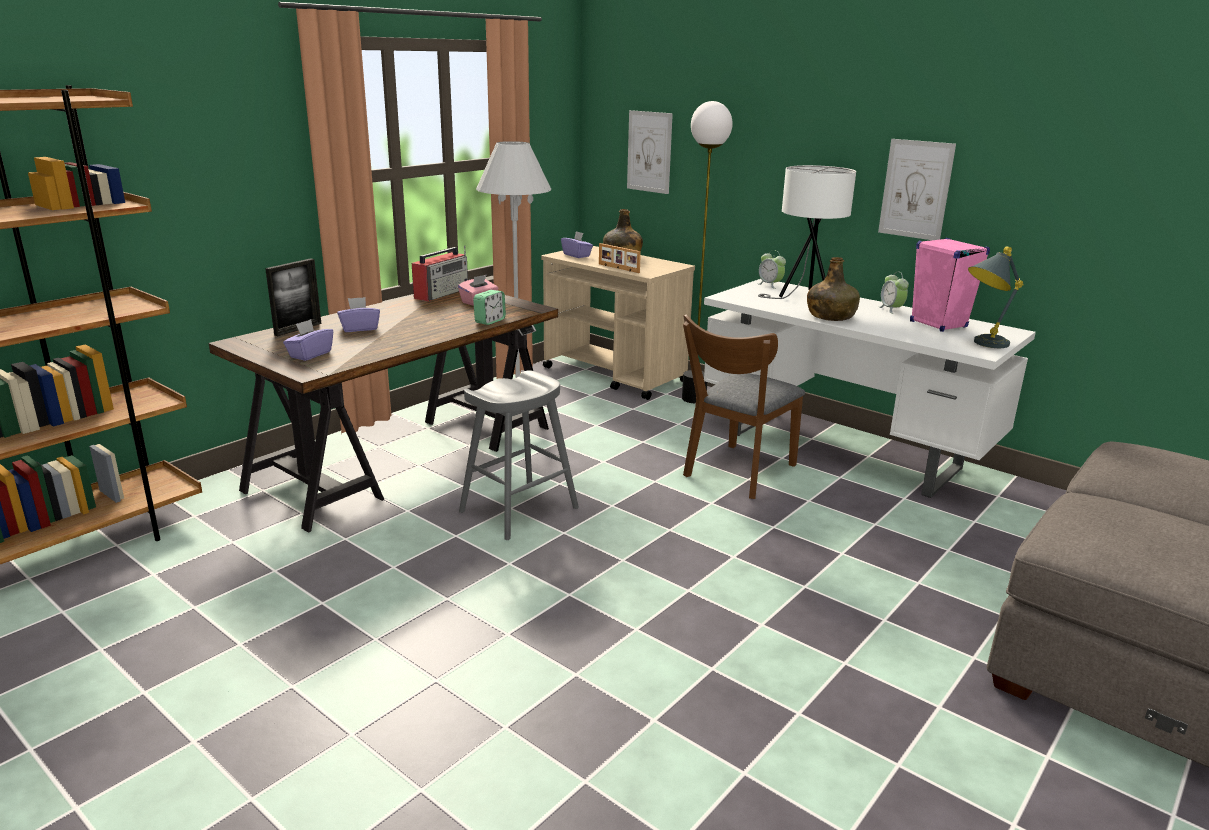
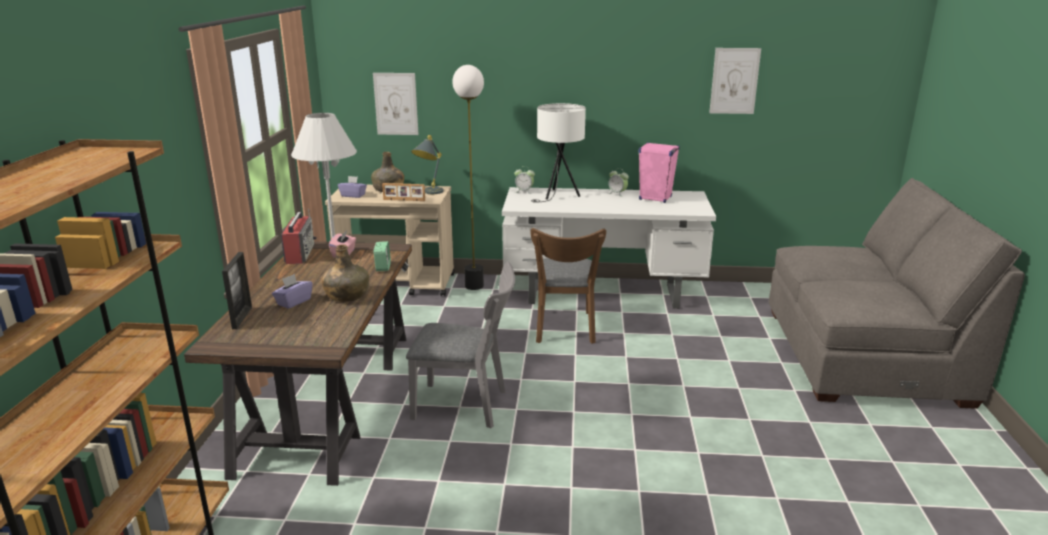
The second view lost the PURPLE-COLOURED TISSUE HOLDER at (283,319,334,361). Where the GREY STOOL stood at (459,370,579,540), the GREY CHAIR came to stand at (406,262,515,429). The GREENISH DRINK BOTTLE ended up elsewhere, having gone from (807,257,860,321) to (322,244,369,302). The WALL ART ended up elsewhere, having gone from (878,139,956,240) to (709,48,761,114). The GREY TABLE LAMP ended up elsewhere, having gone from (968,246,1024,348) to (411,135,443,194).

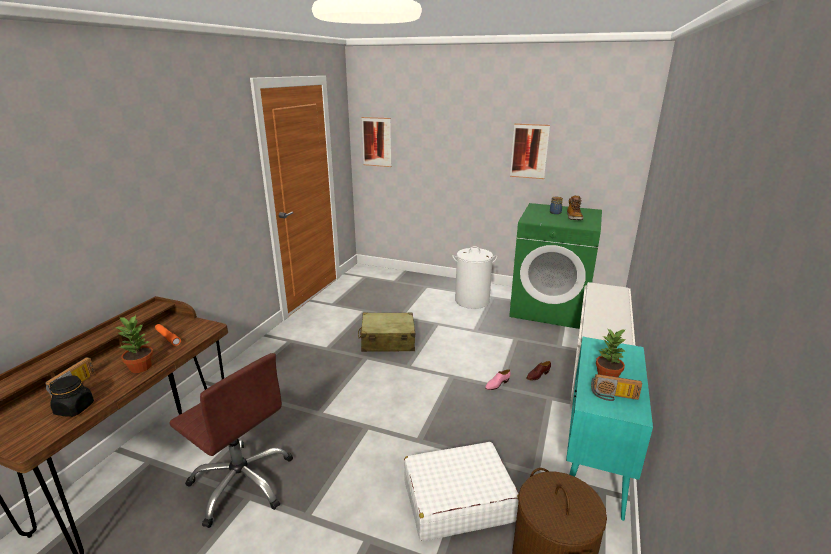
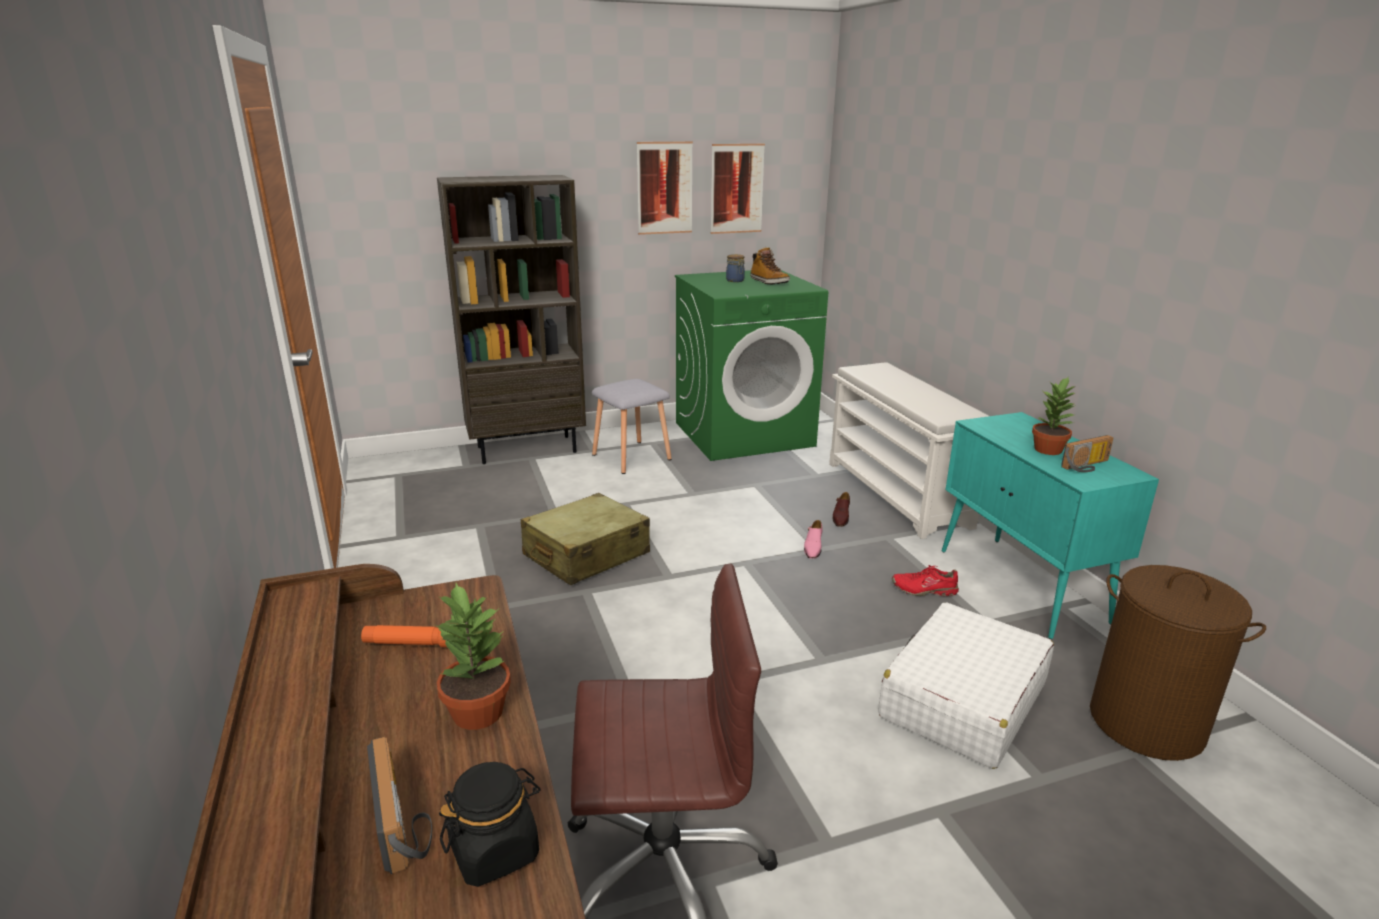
The WALL ART ended up elsewhere, having gone from (362,117,391,167) to (710,144,765,234). Where the WHITISH WASHING BASKET stood at (452,246,497,309), the GREY STOOL came to stand at (592,379,672,474). The second view gained the BROWN SHELVING UNIT at (437,175,586,464). The second view gained the REDDISH SHOE at (892,565,959,596).

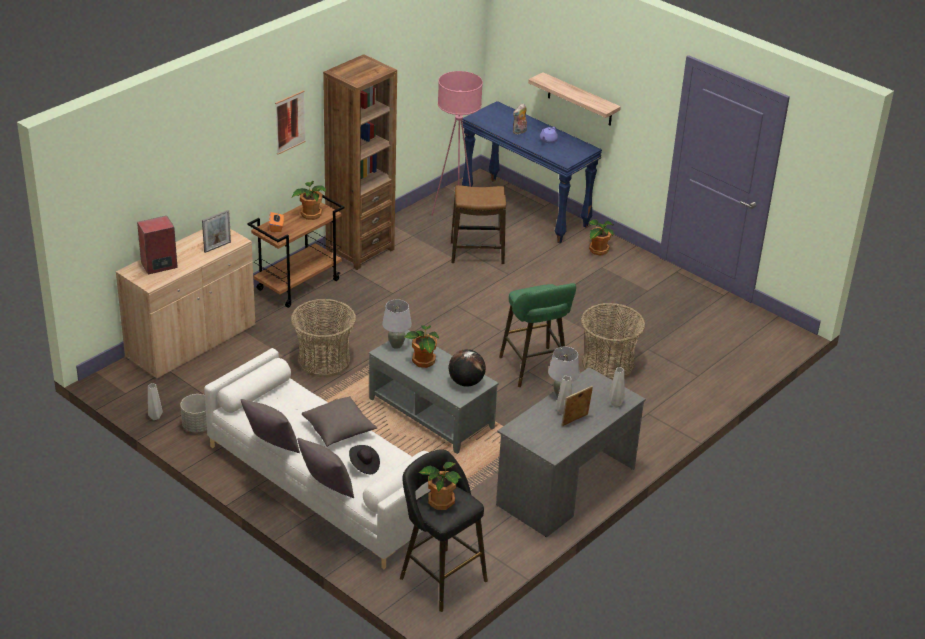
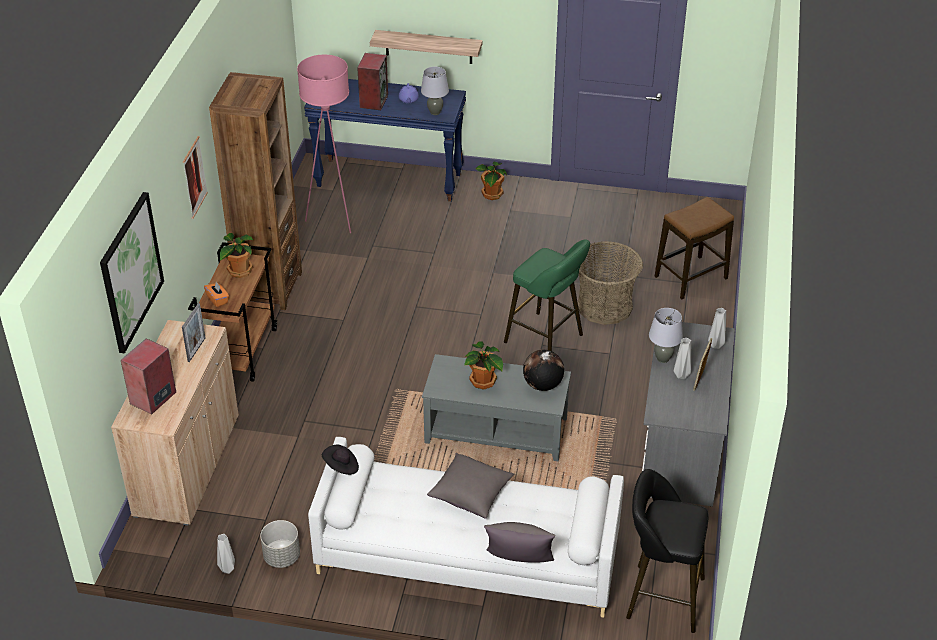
The second view lost the GREY PILLOW at (241,399,300,453). The second view lost the HOUSEHOLD BASKET at (291,299,356,377). The BLACK HAT ended up elsewhere, having gone from (349,445,380,474) to (322,445,359,475). The GREY TABLE LAMP ended up elsewhere, having gone from (382,299,412,349) to (421,67,449,115). The second view lost the POTTED PLANT at (419,462,461,510). The STOOL ended up elsewhere, having gone from (451,185,506,264) to (654,197,734,299). Where the CUDDLY TOY stood at (513,103,527,134), the LOUDSPEAKER came to stand at (357,53,388,110). The second view gained the WALL ART at (100,192,164,354).

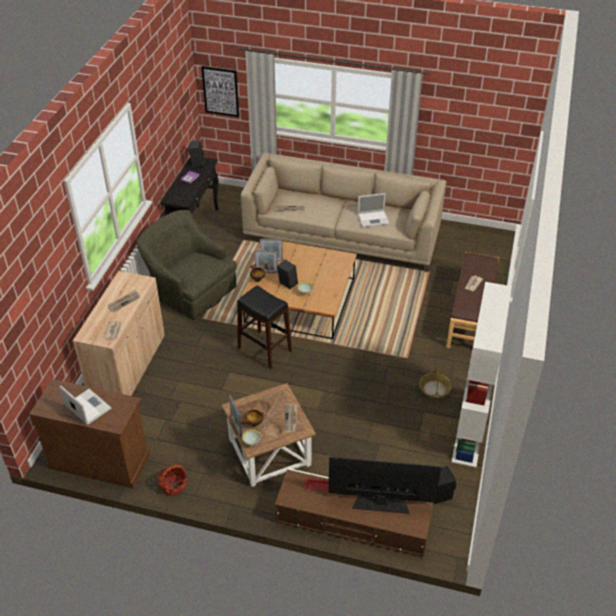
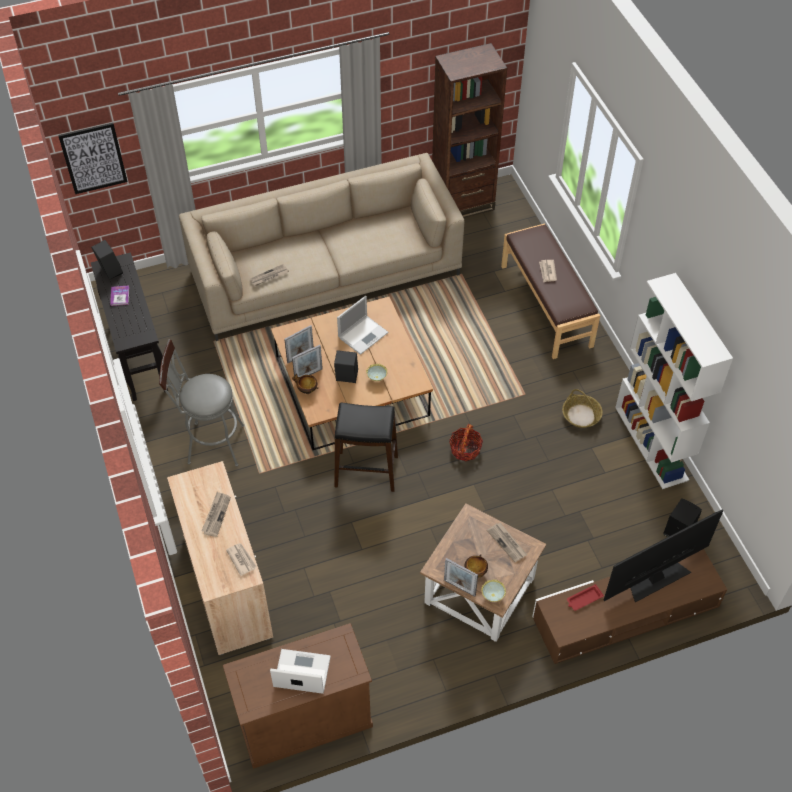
Where the GREENISH LOUNGE CHAIR stood at (137,210,237,320), the GREY STOOL came to stand at (159,339,244,466). The HOUSEHOLD BASKET ended up elsewhere, having gone from (157,464,187,496) to (449,424,483,461). The PORTABLE COMPUTER ended up elsewhere, having gone from (357,193,390,227) to (337,296,388,355). The second view gained the BROWN SHELVING UNIT at (432,43,507,218).

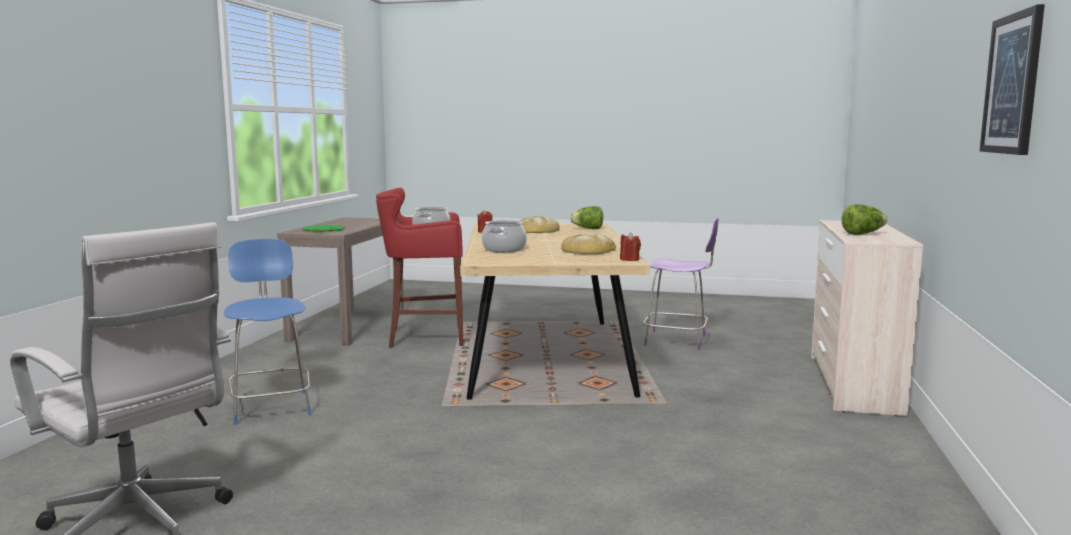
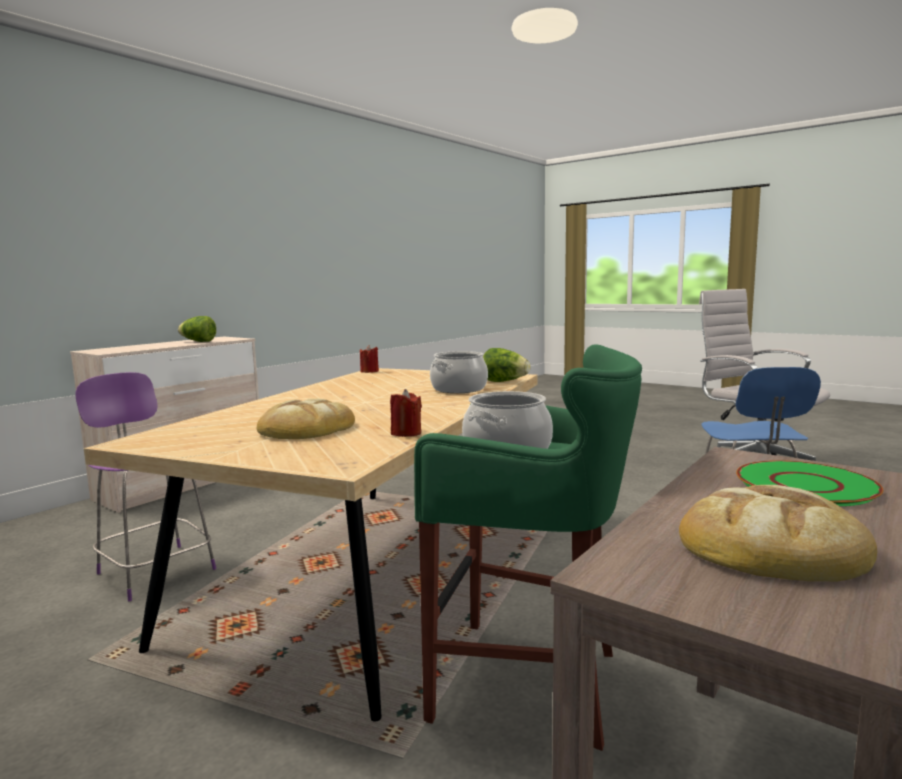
What was the REDDISH STOOL at (376,188,464,348) turned into the GREENISH STOOL at (414,344,642,751). The BAKERY BREAD ended up elsewhere, having gone from (561,233,616,254) to (679,485,877,582). The HEAD OF LETTUCE ended up elsewhere, having gone from (570,206,603,229) to (483,348,531,382). The second view lost the WALL ART at (980,4,1045,155).

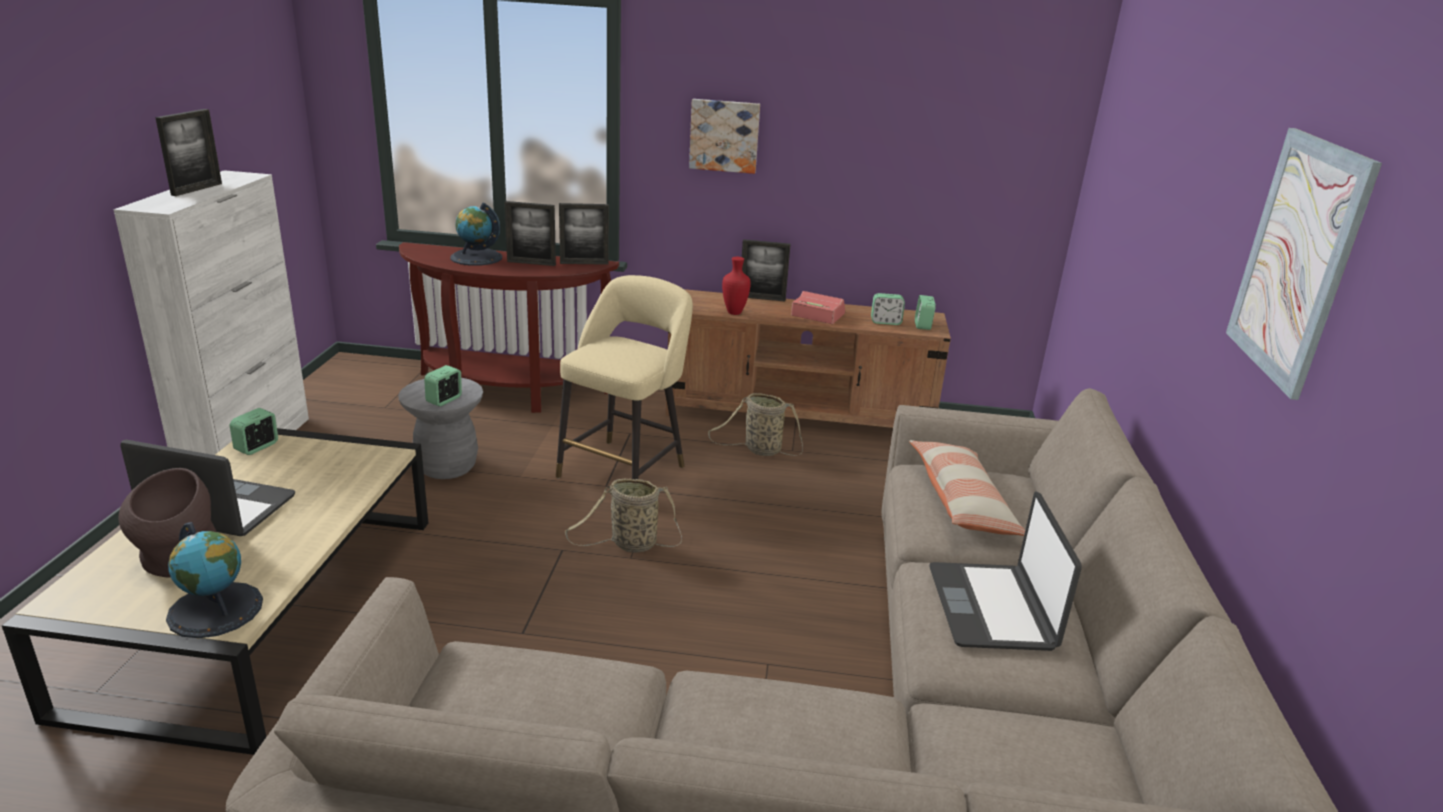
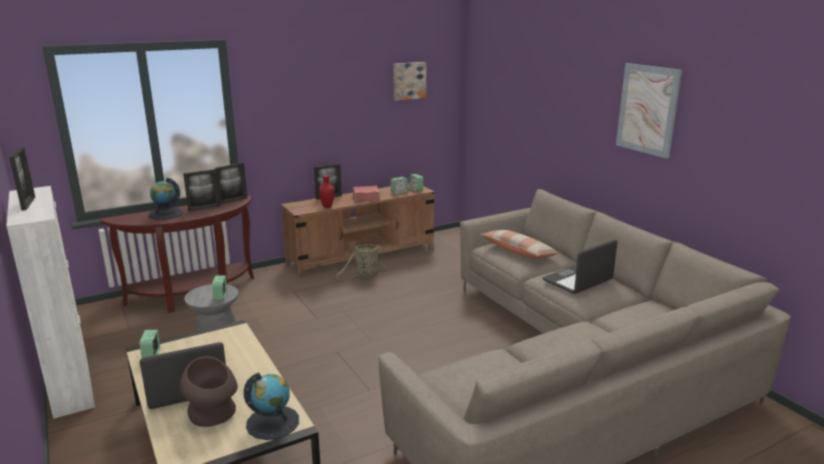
The second view lost the BEIGE STOOL at (556,275,693,480). The second view lost the HOUSEHOLD BASKET at (565,478,682,552). The WALL ART ended up elsewhere, having gone from (689,99,760,174) to (393,62,426,101). The PORTABLE COMPUTER at (929,491,1082,651) ended up facing another way, 90 degrees clockwise from before.

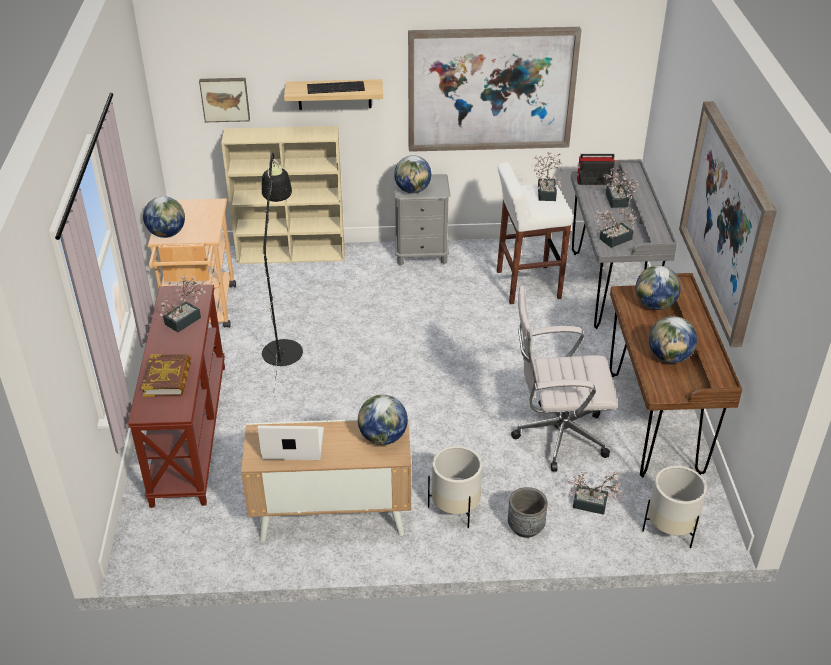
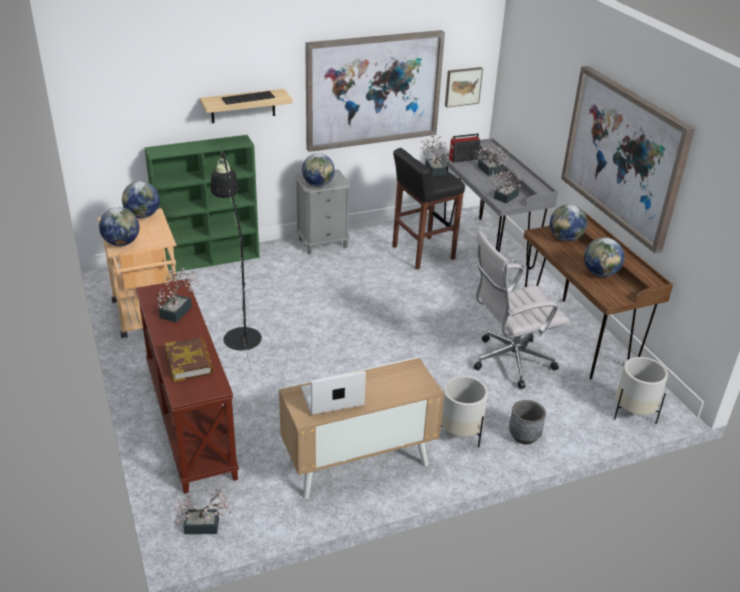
The WALL ART ended up elsewhere, having gone from (199,78,250,122) to (445,67,483,107). What was the BEIGE SHELVING UNIT at (221,126,344,264) turned into the GREENISH SHELVING UNIT at (144,135,260,273). The WORLD GLOBE ended up elsewhere, having gone from (358,395,408,445) to (122,181,160,218). What was the WHITISH STOOL at (497,162,573,304) turned into the BLACK STOOL at (392,148,465,269). The POTTED PLANT ended up elsewhere, having gone from (567,470,623,515) to (174,486,231,534).

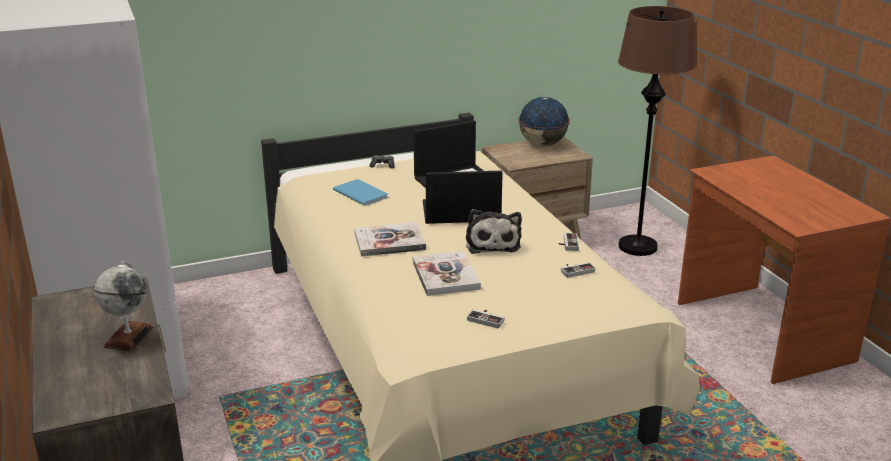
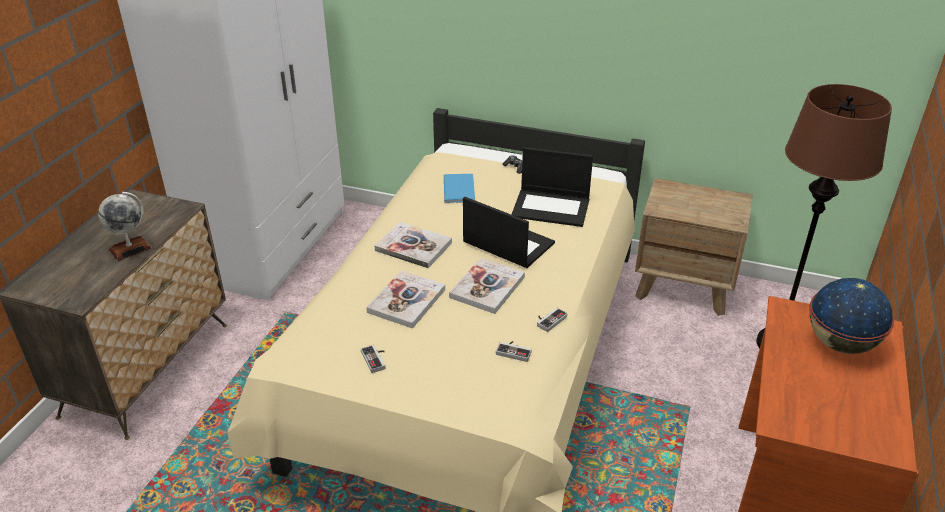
Where the CUDDLY TOY stood at (466,209,522,254), the VOLUME came to stand at (449,258,525,314). The WORLD GLOBE ended up elsewhere, having gone from (518,97,570,146) to (809,278,894,354).

